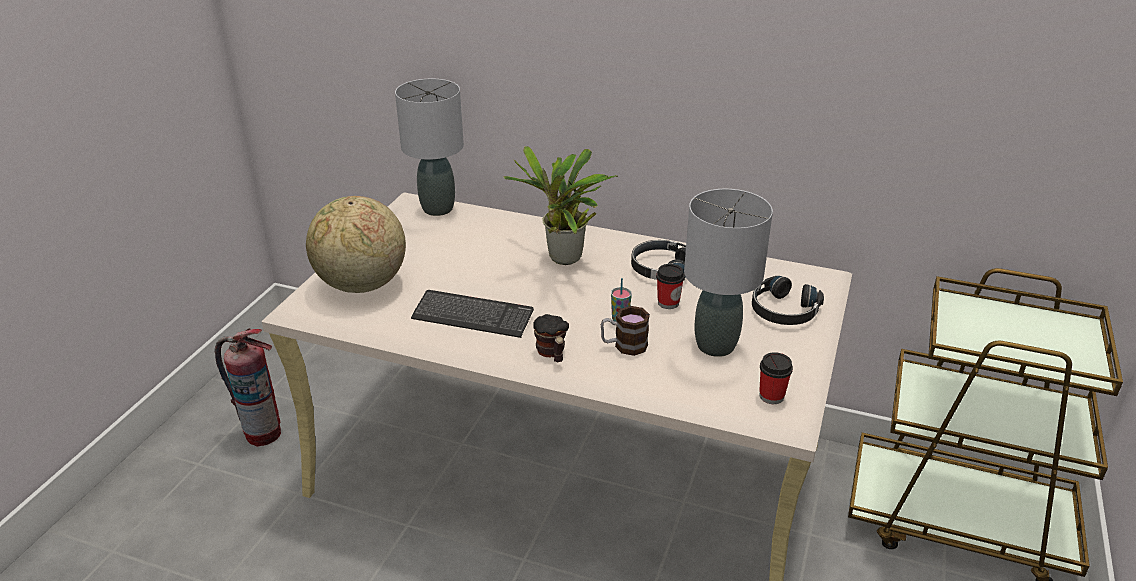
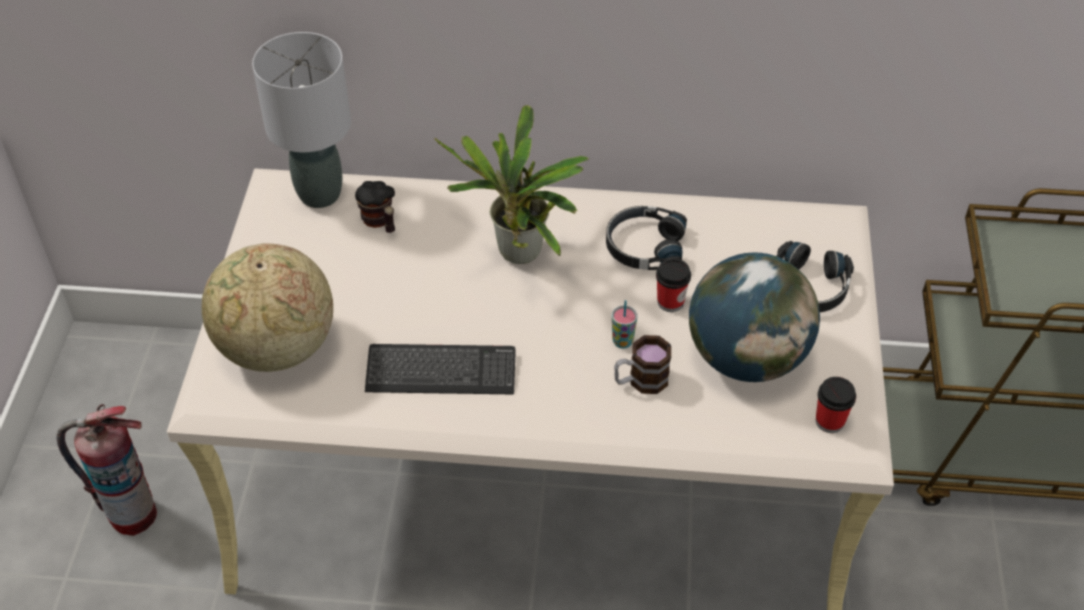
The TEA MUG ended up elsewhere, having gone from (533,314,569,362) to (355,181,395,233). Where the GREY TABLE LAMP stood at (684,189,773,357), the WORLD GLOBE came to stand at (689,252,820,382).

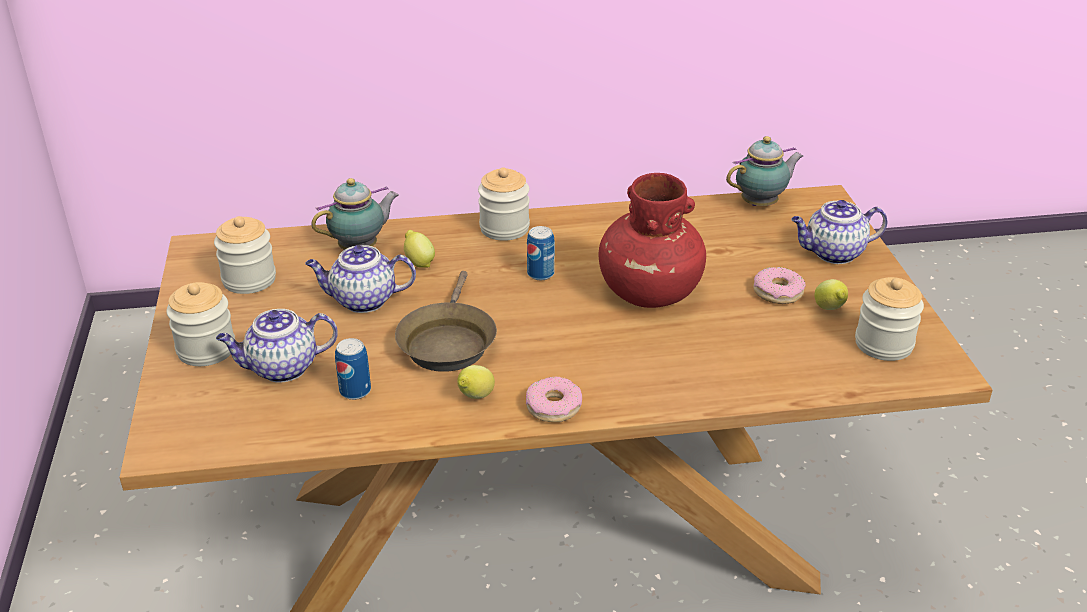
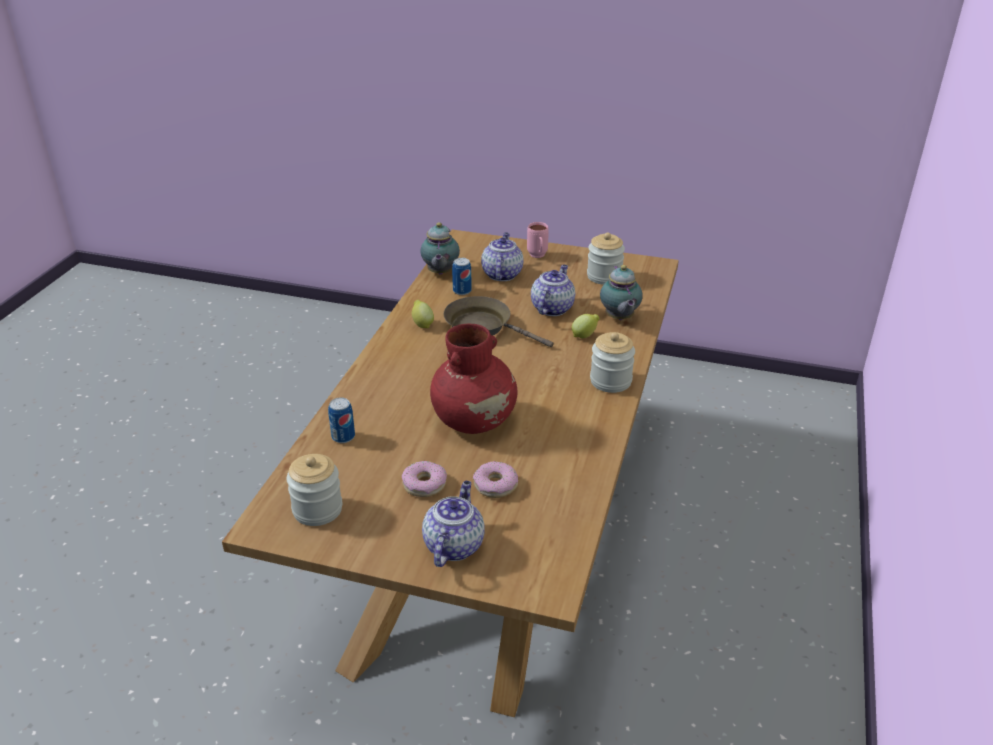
Where the JAR stood at (166,282,235,366), the PINKISH TEA MUG came to stand at (527,222,549,258). The RING DOUGHNUT ended up elsewhere, having gone from (526,376,582,422) to (473,461,518,498). The METAL CAN ended up elsewhere, having gone from (527,226,555,280) to (328,397,355,443). The POT FOR TEA ended up elsewhere, having gone from (726,136,803,206) to (420,222,460,275). The second view lost the CITRUS FRUIT at (815,279,848,310).

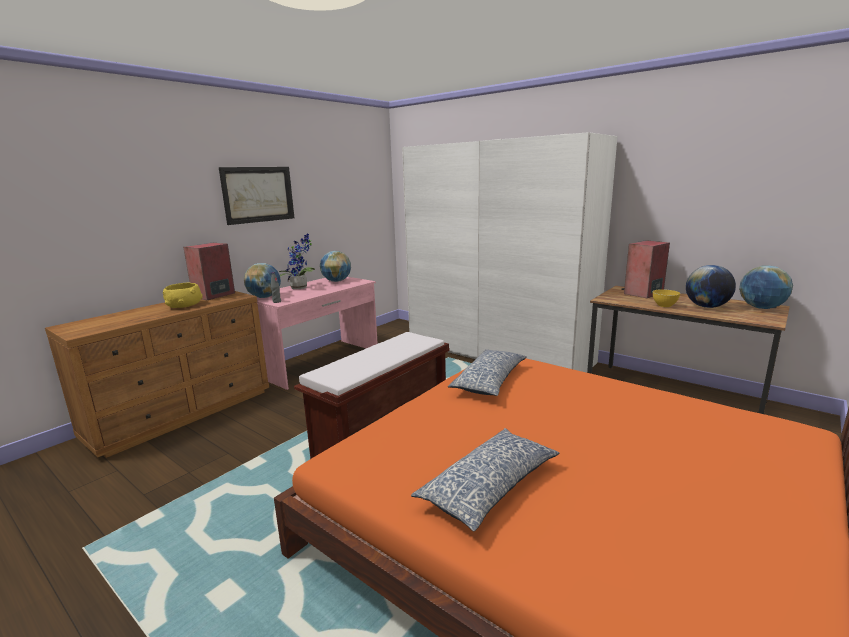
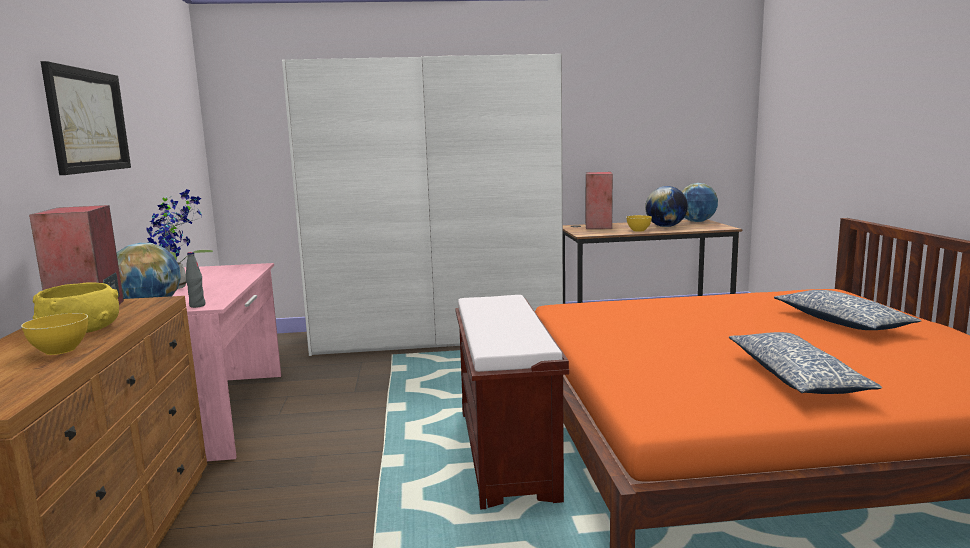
The second view lost the WORLD GLOBE at (320,251,351,282). The PILLOW ended up elsewhere, having gone from (448,349,527,396) to (774,290,921,330). The second view gained the YELLOW-COLOURED BOWL at (21,313,88,355).

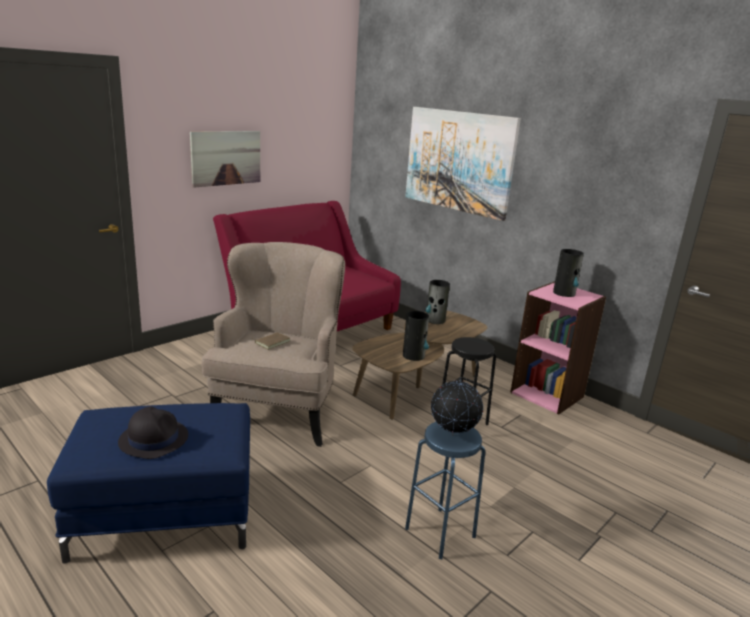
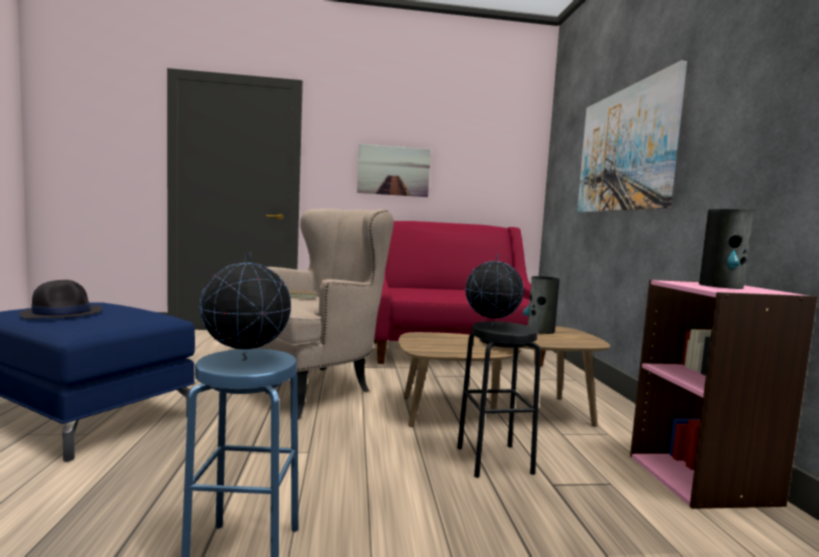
The second view lost the DECORATIVE VASE at (403,311,429,361). The second view gained the WORLD GLOBE at (465,254,524,326).

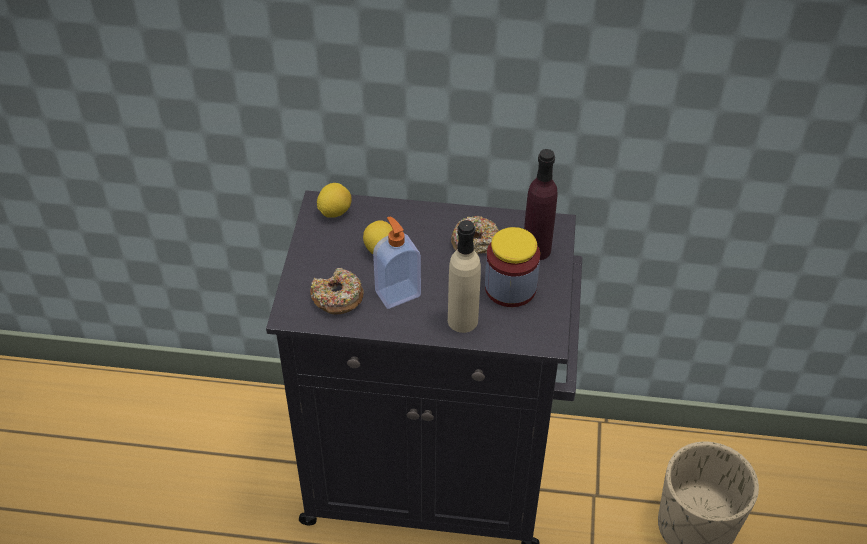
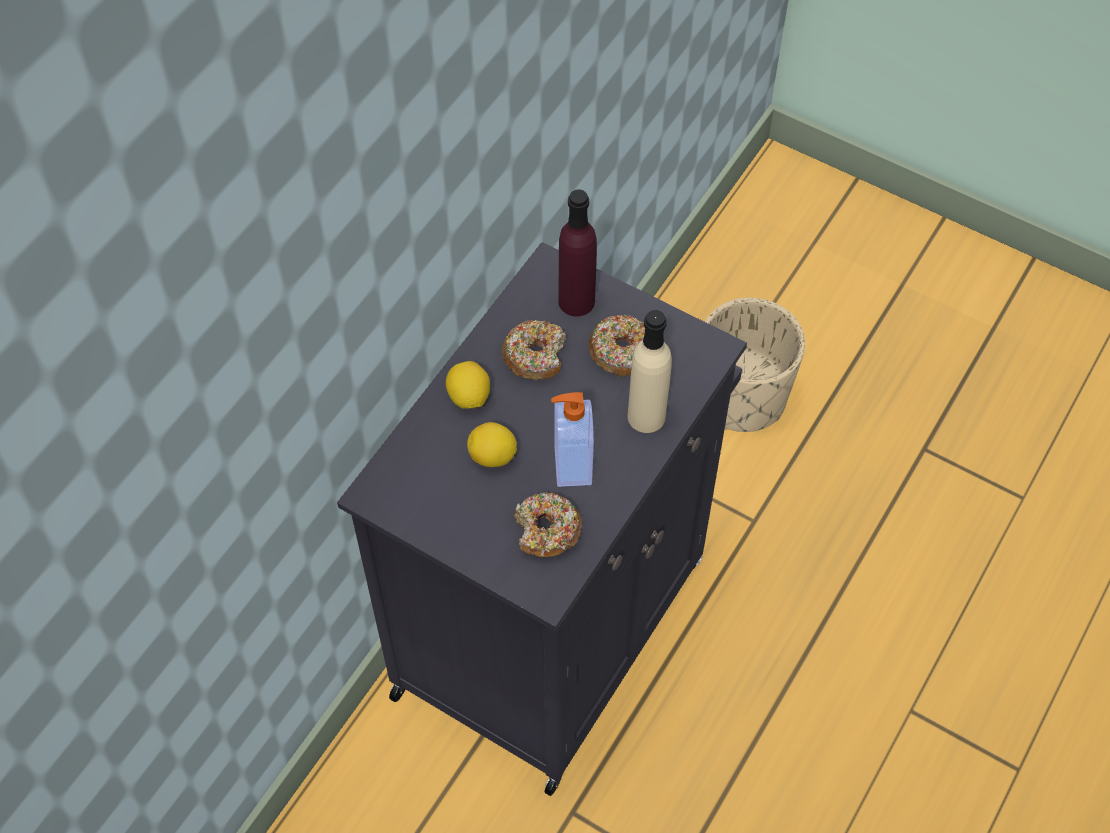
The CITRUS FRUIT ended up elsewhere, having gone from (317,183,351,218) to (446,361,490,409). Where the JAR stood at (485,227,540,307), the RING DOUGHNUT came to stand at (588,315,645,377).

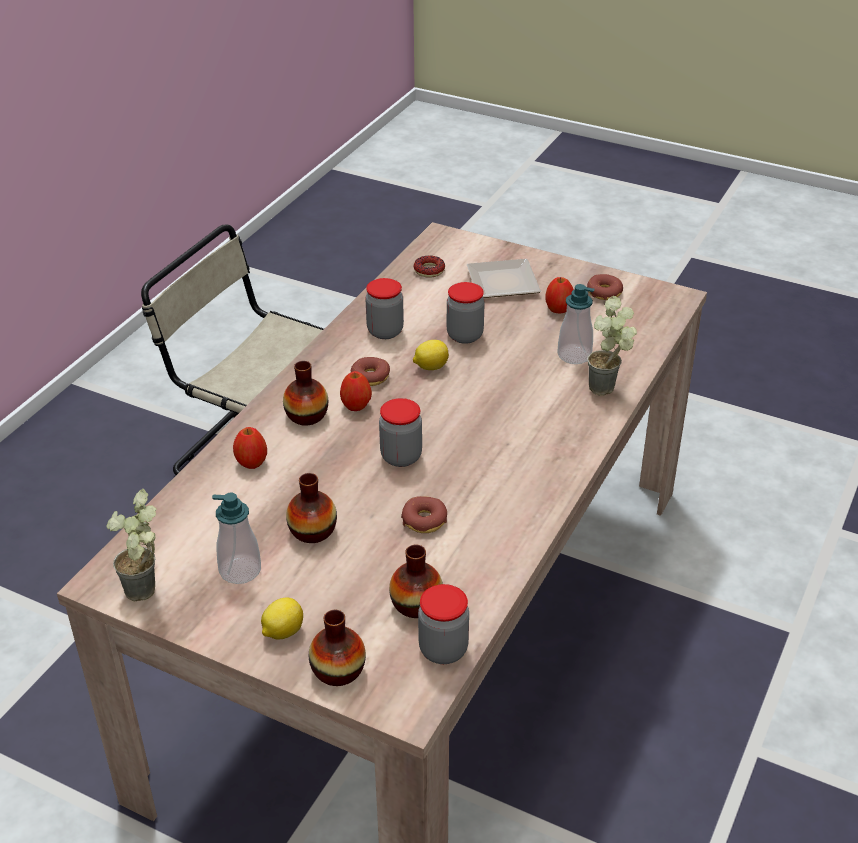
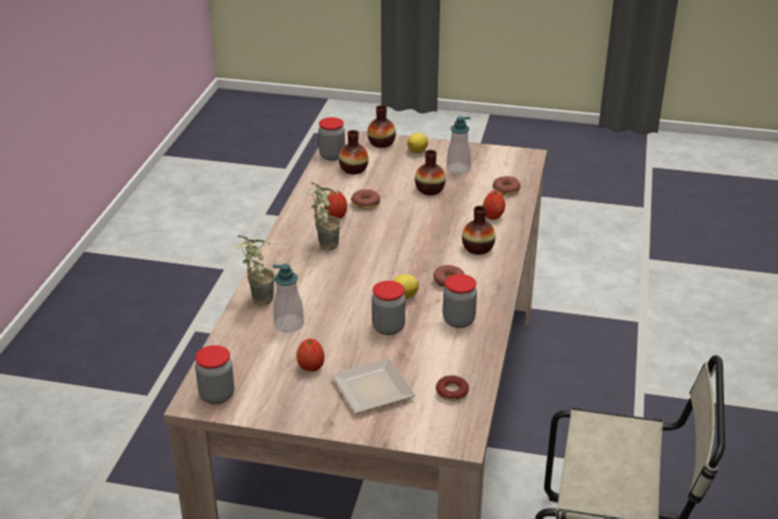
The POTTED PLANT ended up elsewhere, having gone from (106,489,157,601) to (307,182,341,251). The APPLE ended up elsewhere, having gone from (340,371,372,411) to (324,191,347,219). The JAR ended up elsewhere, having gone from (379,398,422,467) to (195,345,234,404). The RING DOUGHNUT ended up elsewhere, having gone from (587,274,623,300) to (493,176,521,195).

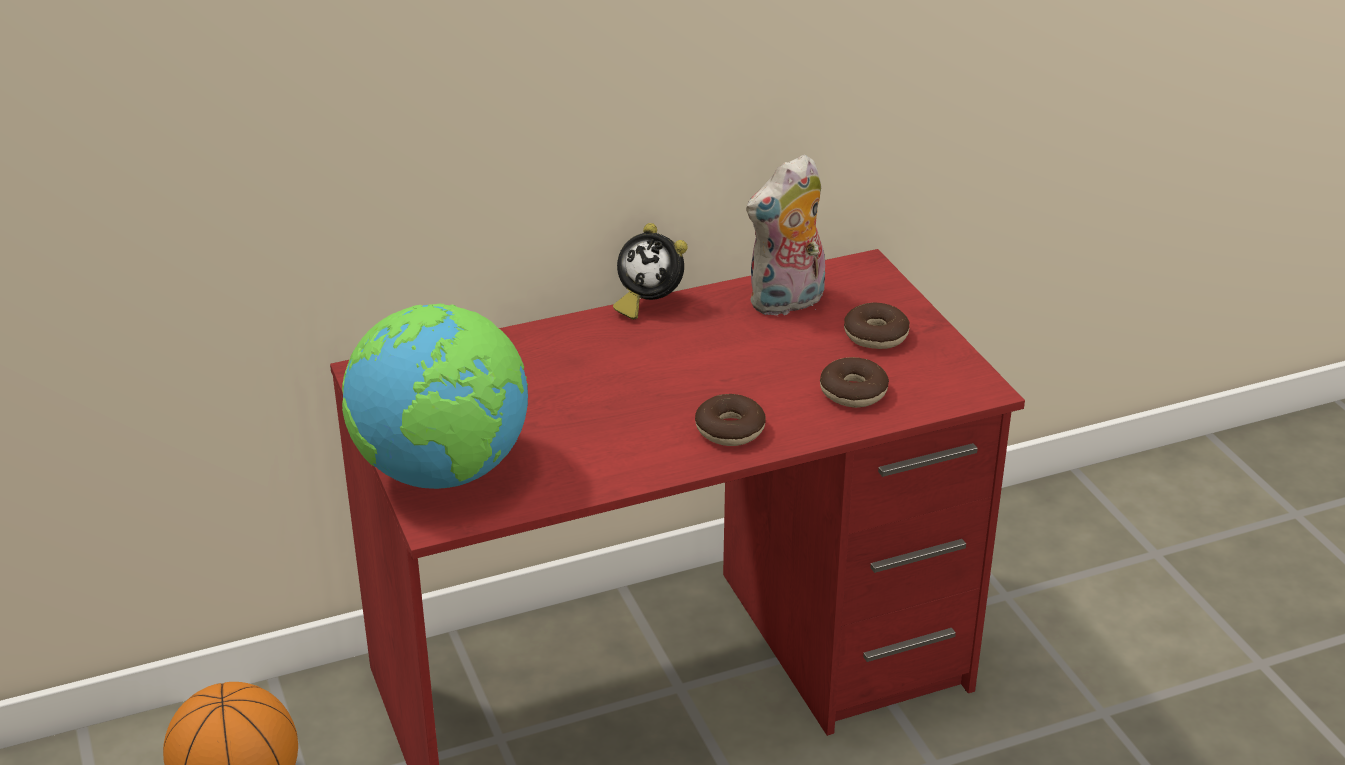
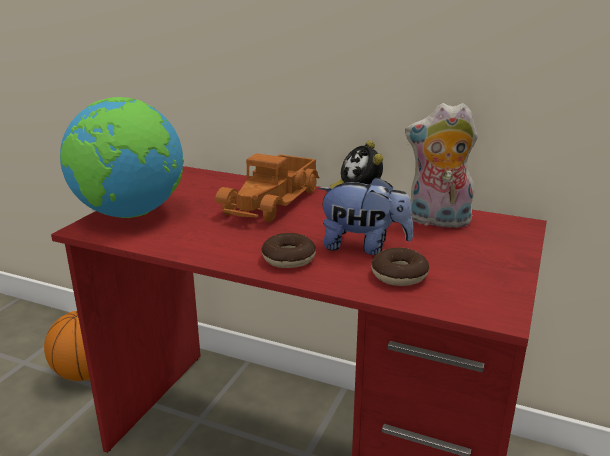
The second view lost the RING DOUGHNUT at (844,302,910,349). The second view gained the TOY TRUCK at (215,153,320,223). The second view gained the CUDDLY TOY at (318,177,413,255).

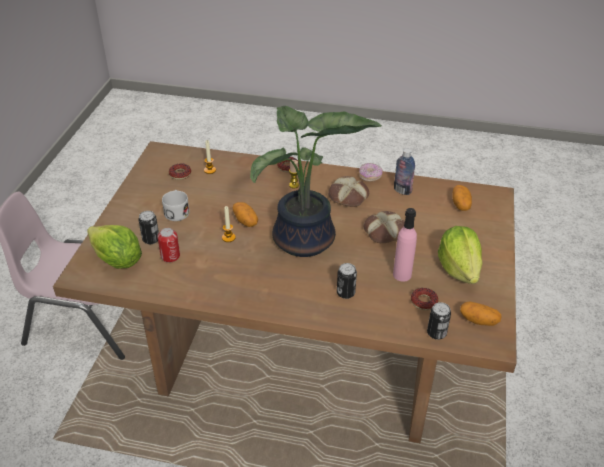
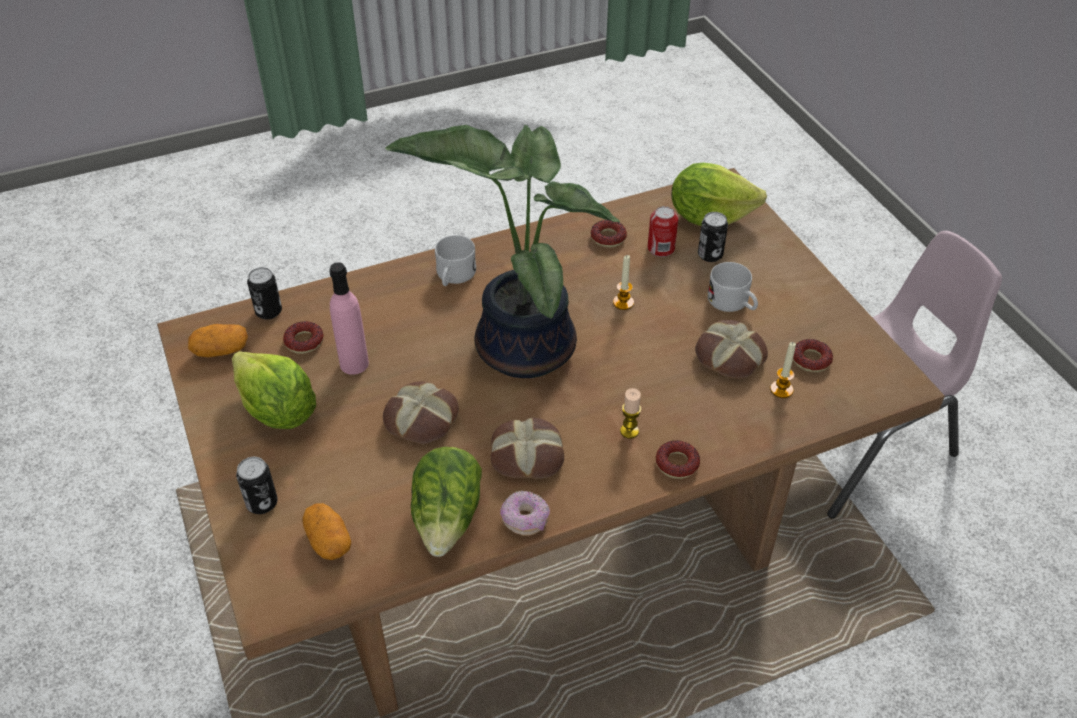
The second view lost the WHOLE POTATO at (233,202,258,227). The METAL CAN ended up elsewhere, having gone from (337,263,357,299) to (236,457,278,514). Where the DRINK BOTTLE stood at (394,149,415,195), the HEAD OF LETTUCE came to stand at (411,447,482,557). The second view gained the WHITISH TEA MUG at (435,235,476,286). The second view gained the RING DOUGHNUT at (591,220,627,248). The second view gained the BAKERY BREAD at (695,320,768,379).

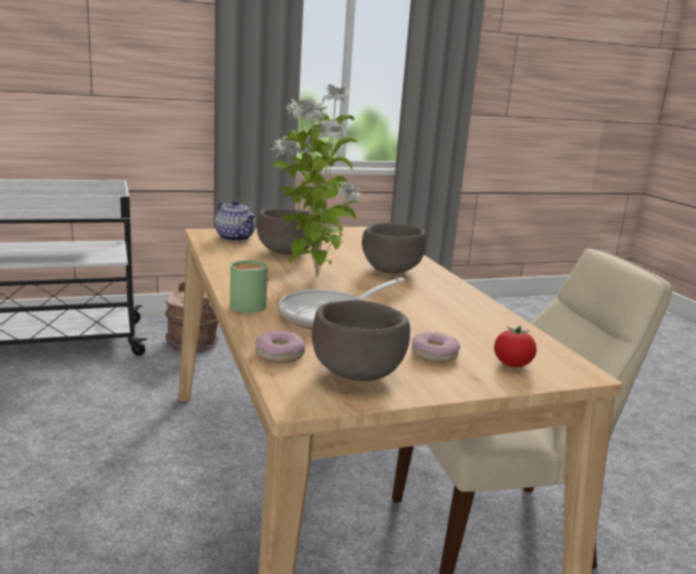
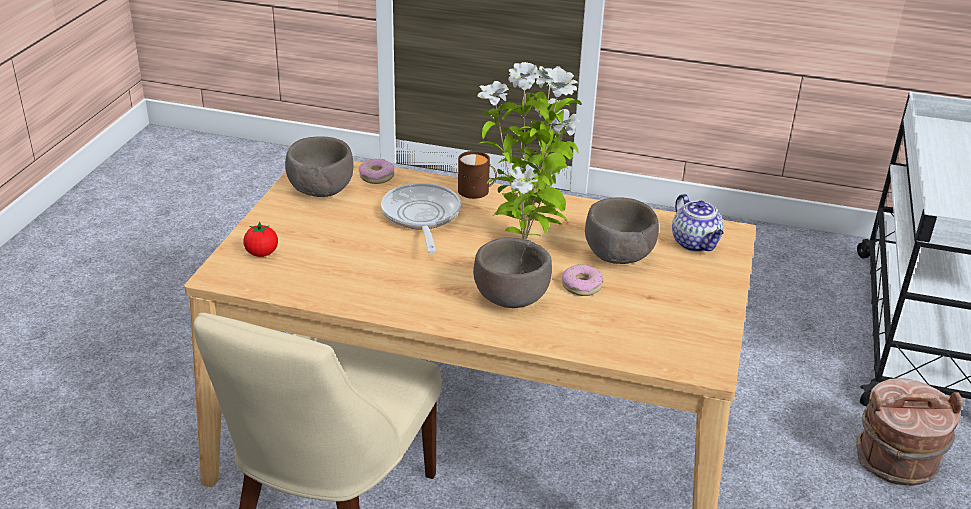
The POT FOR TEA at (215,200,256,242) ended up facing another way, 105 degrees counterclockwise from before. What was the GREENISH TEA MUG at (230,260,269,313) turned into the BROWN TEA MUG at (458,151,497,199). The RING DOUGHNUT ended up elsewhere, having gone from (411,332,460,363) to (562,264,603,296).

